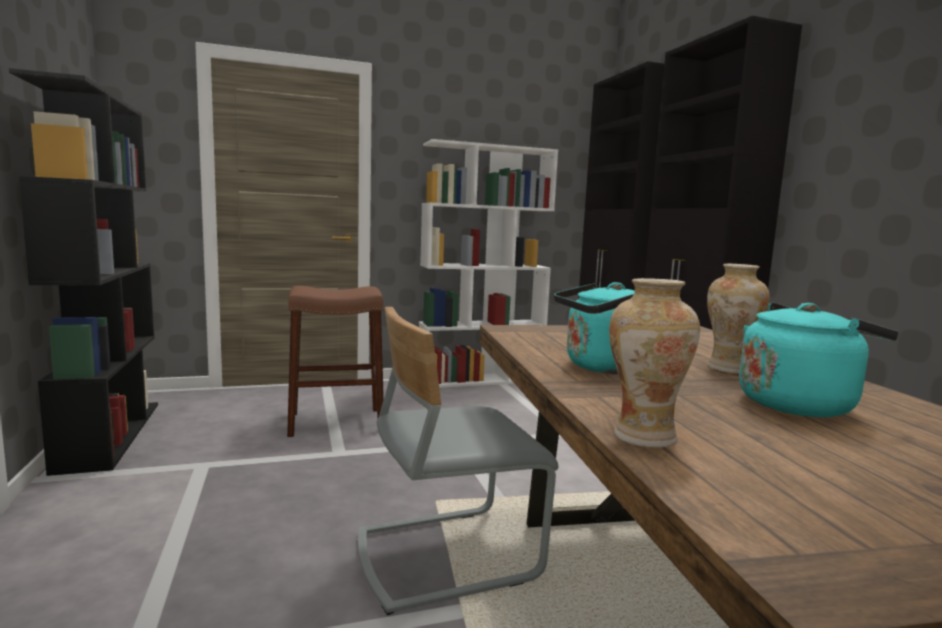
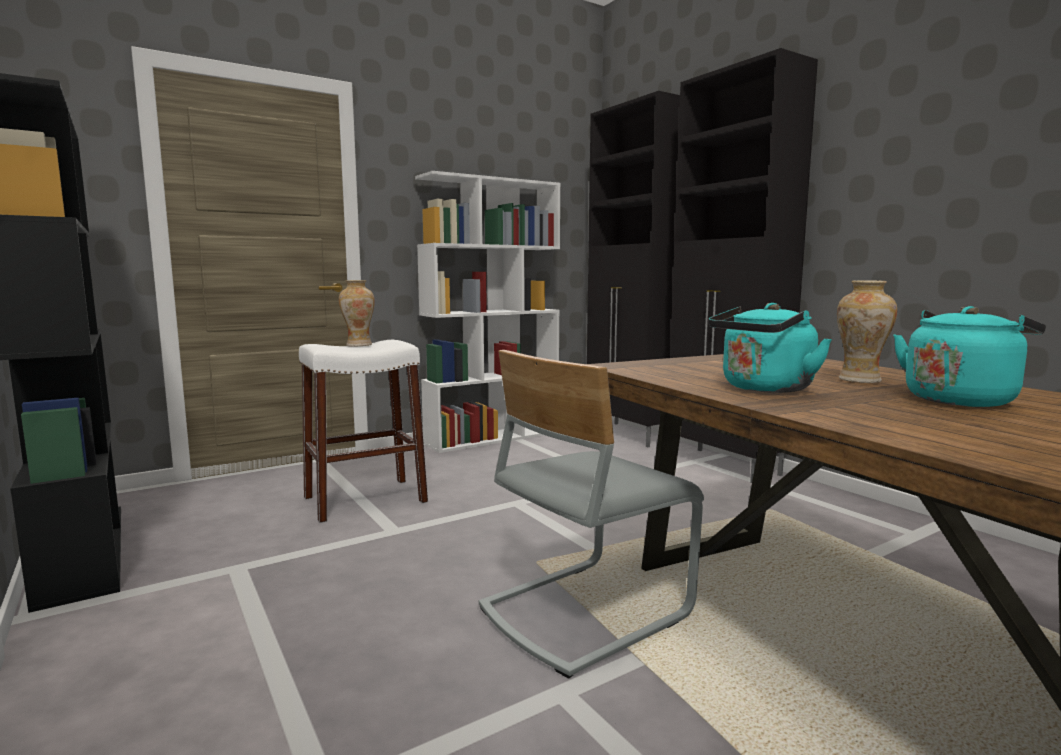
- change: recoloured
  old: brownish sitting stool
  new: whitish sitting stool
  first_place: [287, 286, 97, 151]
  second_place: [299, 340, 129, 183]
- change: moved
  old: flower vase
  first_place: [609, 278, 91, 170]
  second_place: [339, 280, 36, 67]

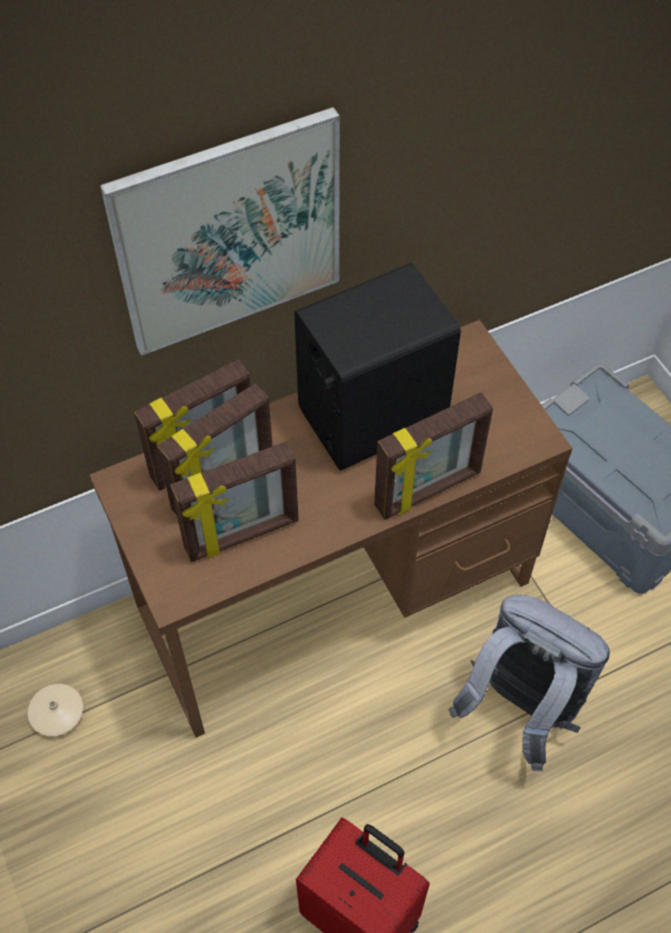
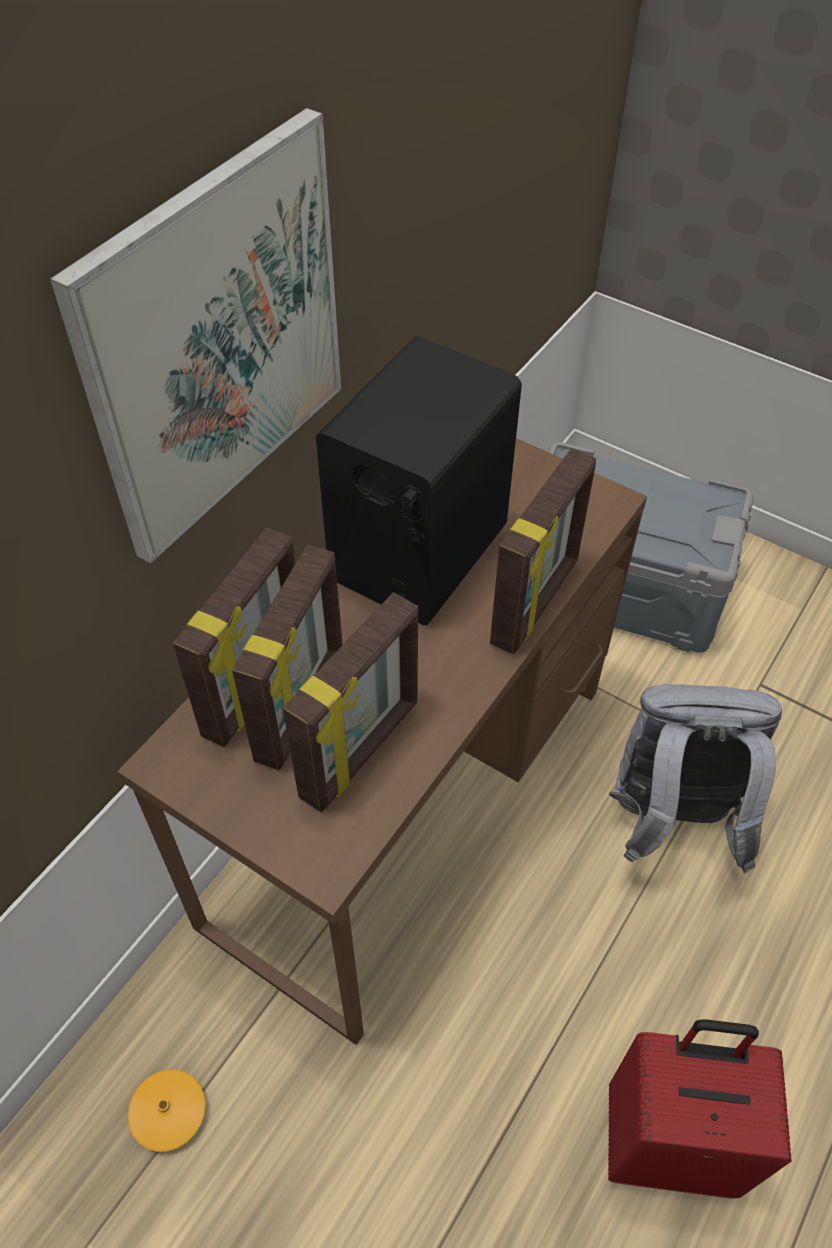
- change: recoloured
  old: beige-coloured flower vase
  new: orange flower vase
  first_place: [27, 684, 56, 52]
  second_place: [128, 1069, 77, 83]

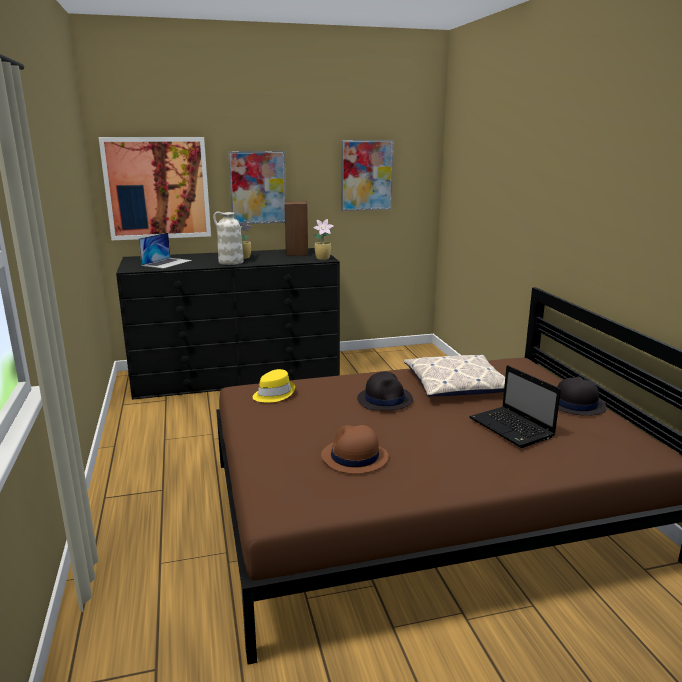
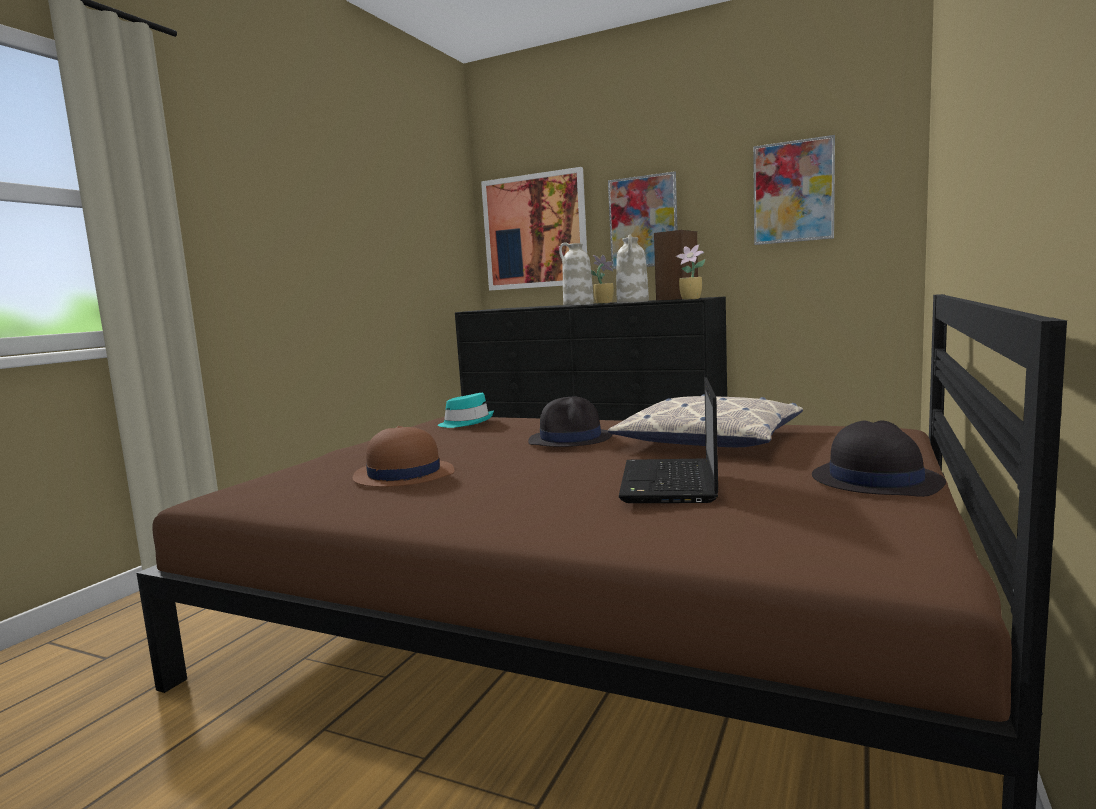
- change: removed
  old: notebook computer
  first_place: [139, 233, 53, 35]
- change: recoloured
  old: yellowish wearable hat
  new: blue-green wearable hat
  first_place: [253, 369, 42, 33]
  second_place: [438, 393, 56, 35]
- change: added
  new: whitish flower vase
  second_place: [616, 235, 33, 68]

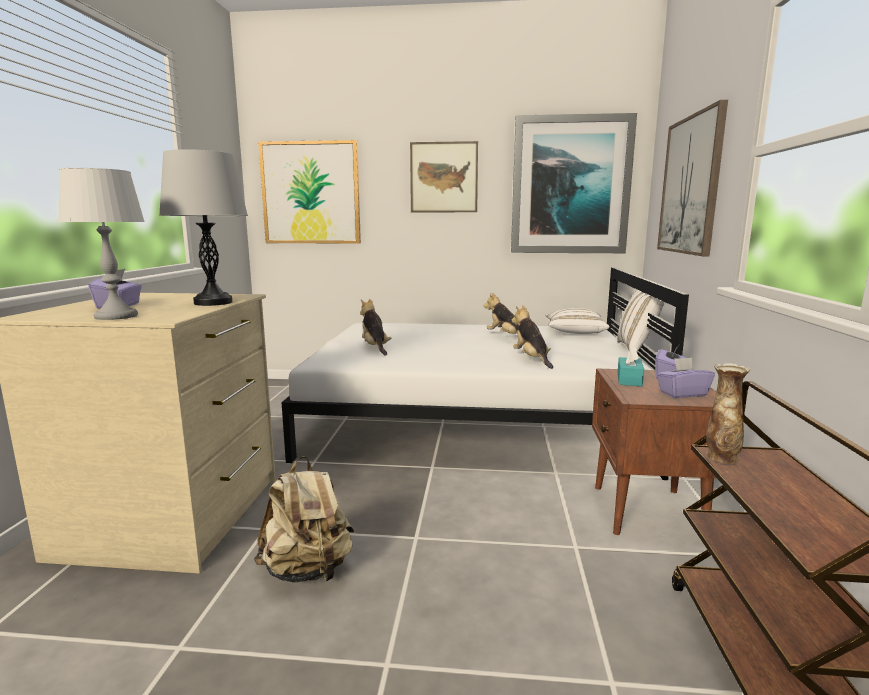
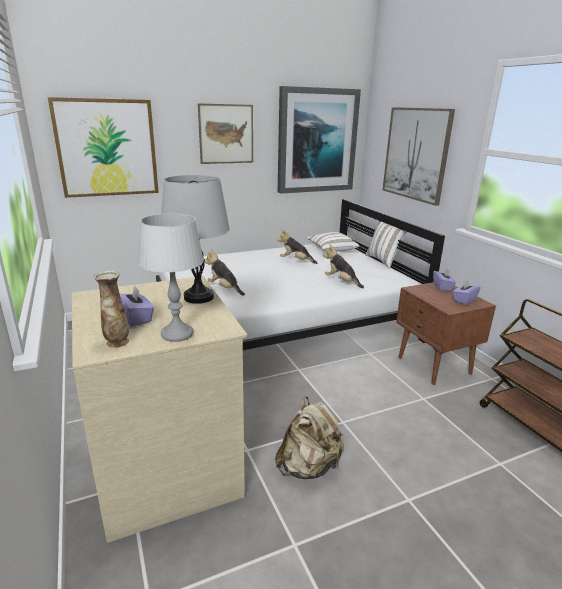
- change: removed
  old: blue-green tissue box
  first_place: [617, 346, 27, 41]
- change: moved
  old: flower vase
  first_place: [706, 363, 45, 101]
  second_place: [93, 270, 36, 78]

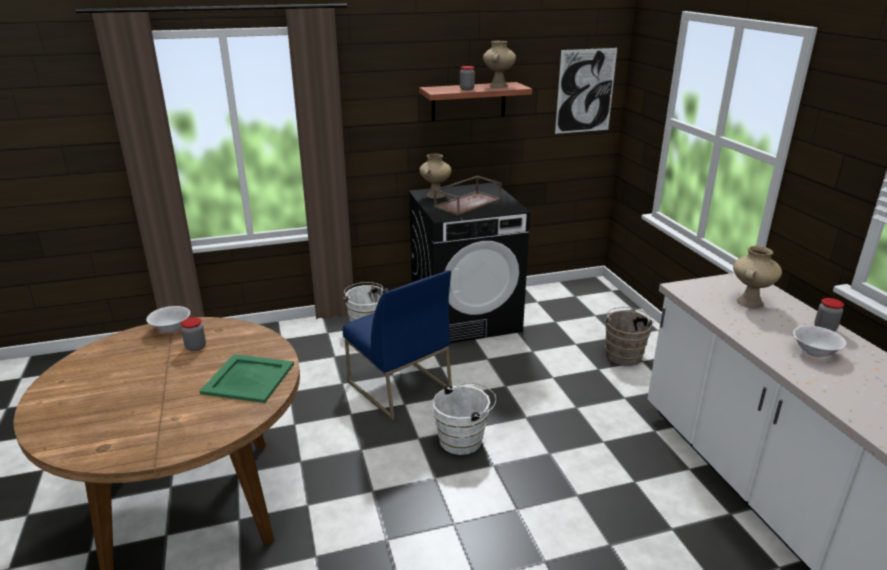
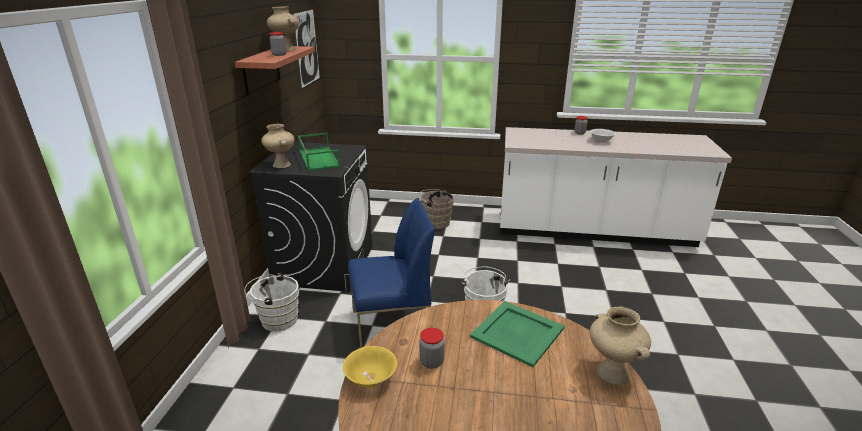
- change: recoloured
  old: whitish deep dish
  new: yellowish deep dish
  first_place: [146, 306, 44, 27]
  second_place: [343, 346, 54, 42]
- change: recoloured
  old: brownish tray
  new: green-coloured tray
  first_place: [434, 176, 68, 39]
  second_place: [298, 133, 42, 38]
- change: moved
  old: beige-coloured flower vase
  first_place: [733, 246, 49, 63]
  second_place: [590, 306, 61, 79]

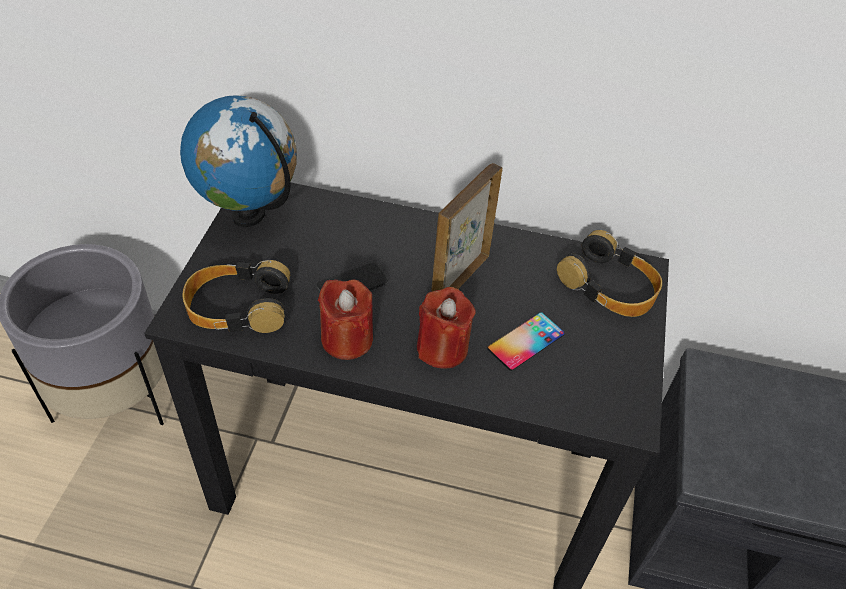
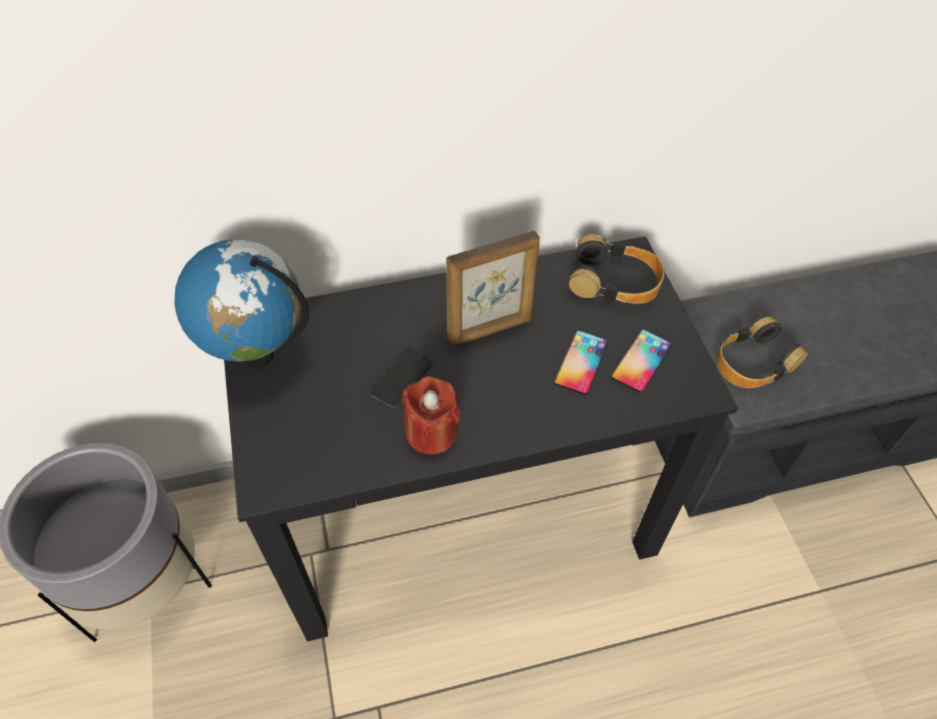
- change: moved
  old: headset
  first_place: [182, 260, 108, 73]
  second_place: [717, 317, 91, 71]
- change: removed
  old: red wax light
  first_place: [417, 287, 59, 82]
- change: turned
  old: standing frame
  first_place: [431, 163, 71, 129]
  second_place: [446, 231, 94, 115]
  degrees: -120
- change: added
  new: phone
  second_place: [611, 329, 61, 64]

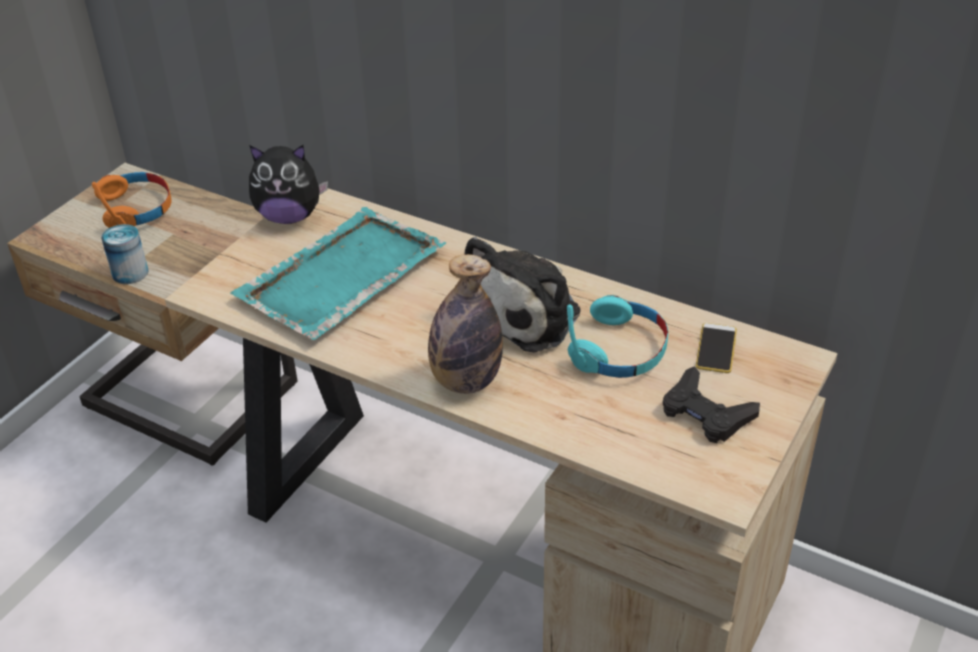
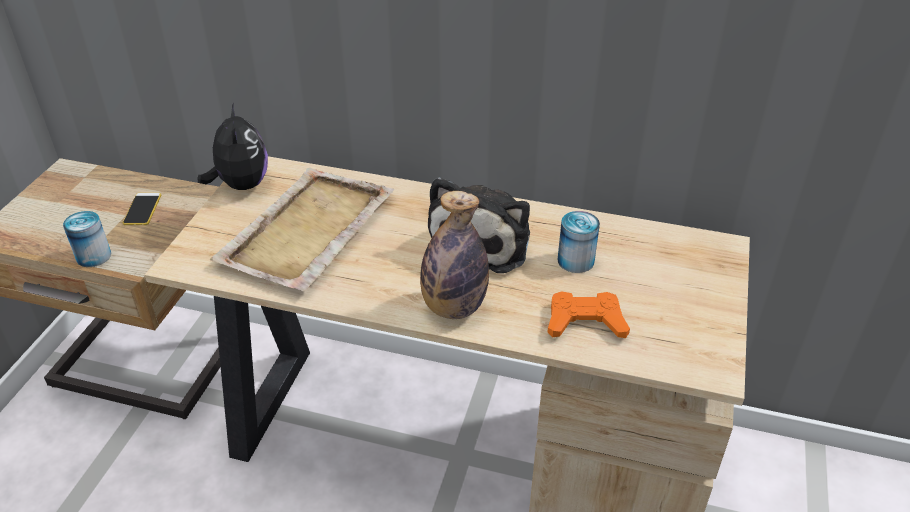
- change: removed
  old: orange headset
  first_place: [92, 172, 80, 56]
- change: recoloured
  old: blue-green tray
  new: beige-coloured tray
  first_place: [230, 207, 216, 133]
  second_place: [210, 168, 184, 123]
- change: turned
  old: soft toy
  first_place: [249, 145, 79, 79]
  second_place: [197, 103, 71, 87]
  degrees: -90
- change: replaced
  old: blue-green headset
  new: metal can
  first_place: [567, 295, 101, 83]
  second_place: [558, 211, 42, 62]
- change: removed
  old: black-coloured gamepad
  first_place: [663, 366, 97, 77]
- change: moved
  old: phone
  first_place: [696, 323, 41, 50]
  second_place: [122, 193, 39, 32]
- change: added
  new: orange gamepad
  second_place: [548, 291, 82, 47]

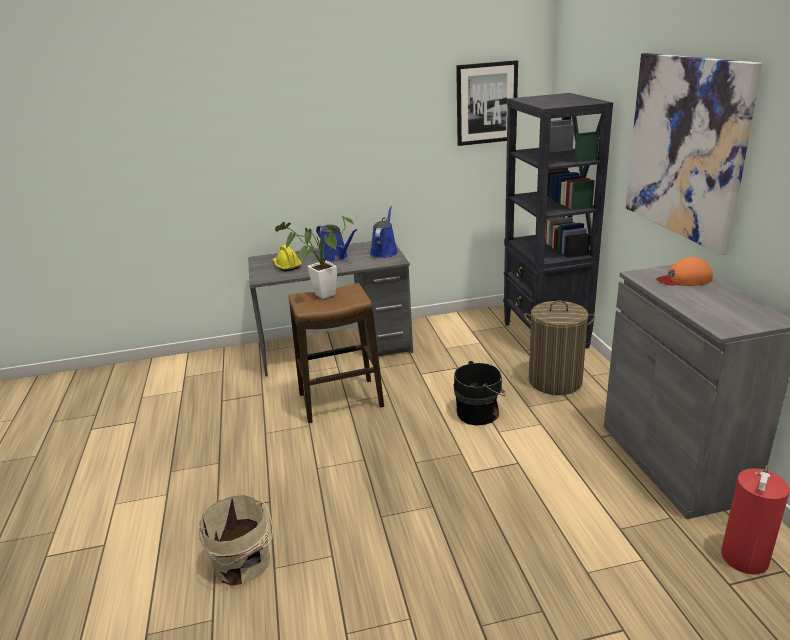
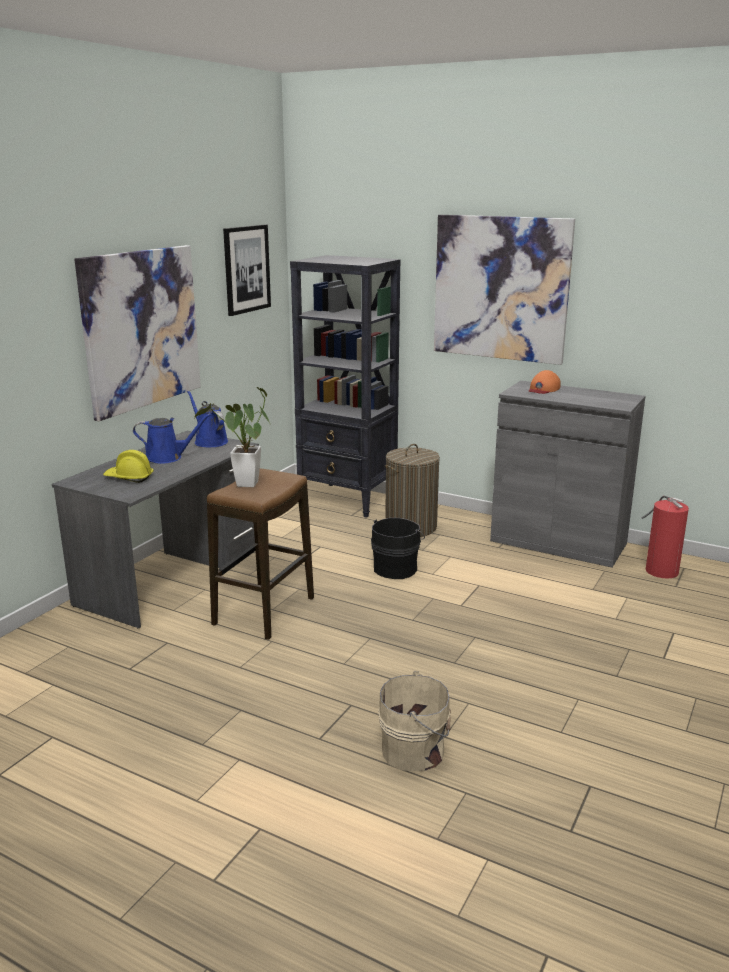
- change: added
  new: wall art
  second_place: [74, 245, 127, 176]

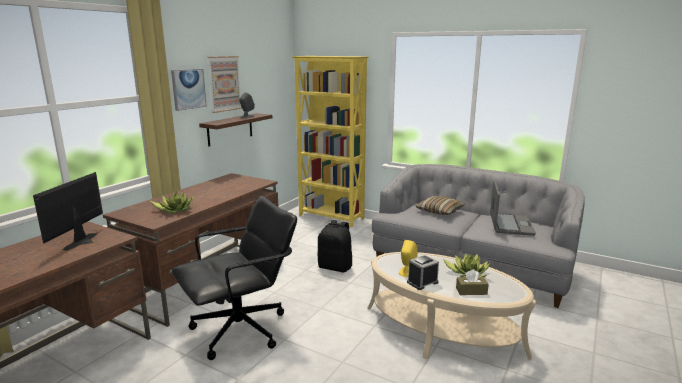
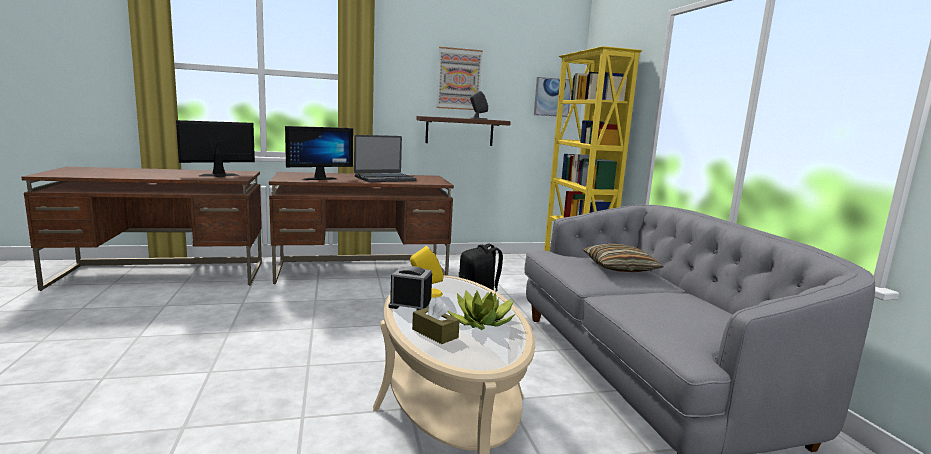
- change: replaced
  old: plant in a pot
  new: monitor
  first_place: [150, 191, 43, 23]
  second_place: [285, 126, 68, 54]
- change: moved
  old: wall art
  first_place: [171, 69, 36, 42]
  second_place: [534, 77, 37, 40]
- change: removed
  old: black-coloured desk chair
  first_place: [172, 196, 125, 164]
- change: moved
  old: notebook computer
  first_place: [490, 180, 46, 56]
  second_place: [354, 135, 63, 47]

